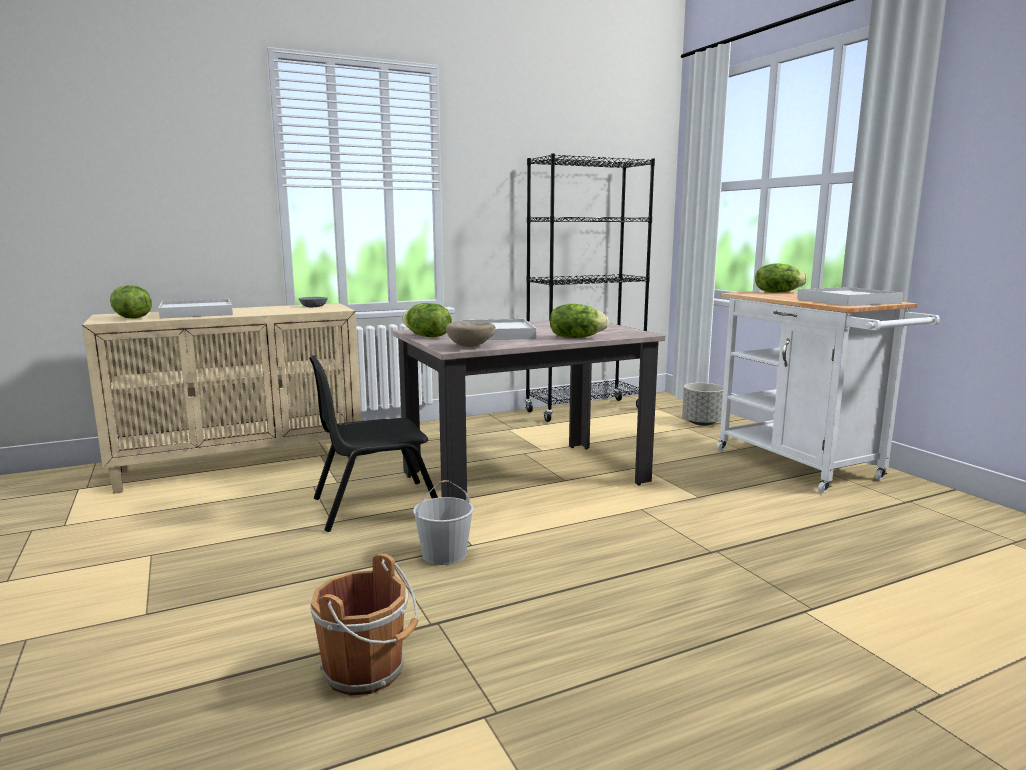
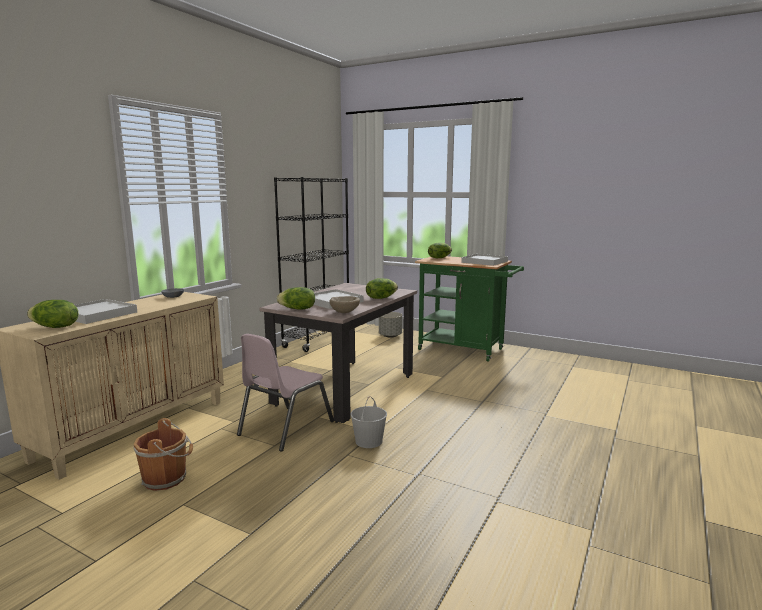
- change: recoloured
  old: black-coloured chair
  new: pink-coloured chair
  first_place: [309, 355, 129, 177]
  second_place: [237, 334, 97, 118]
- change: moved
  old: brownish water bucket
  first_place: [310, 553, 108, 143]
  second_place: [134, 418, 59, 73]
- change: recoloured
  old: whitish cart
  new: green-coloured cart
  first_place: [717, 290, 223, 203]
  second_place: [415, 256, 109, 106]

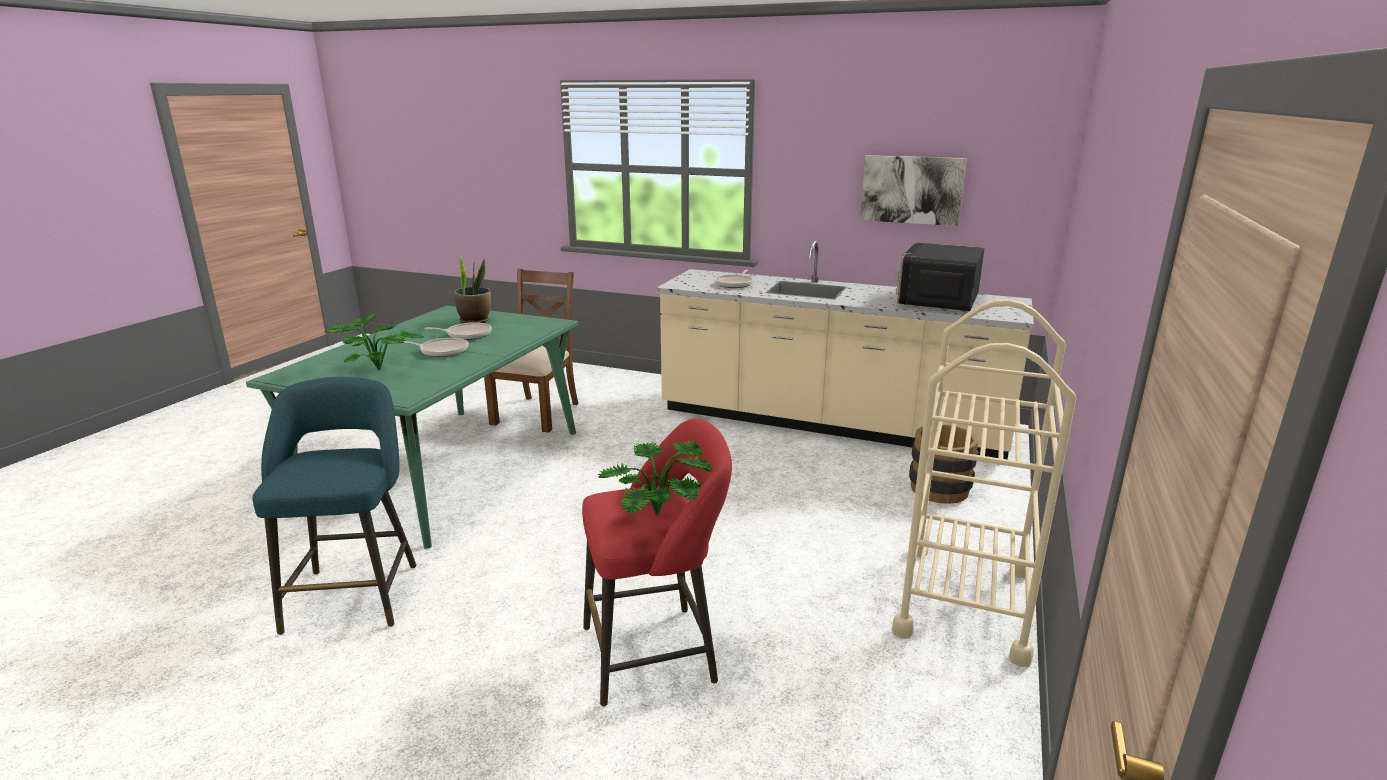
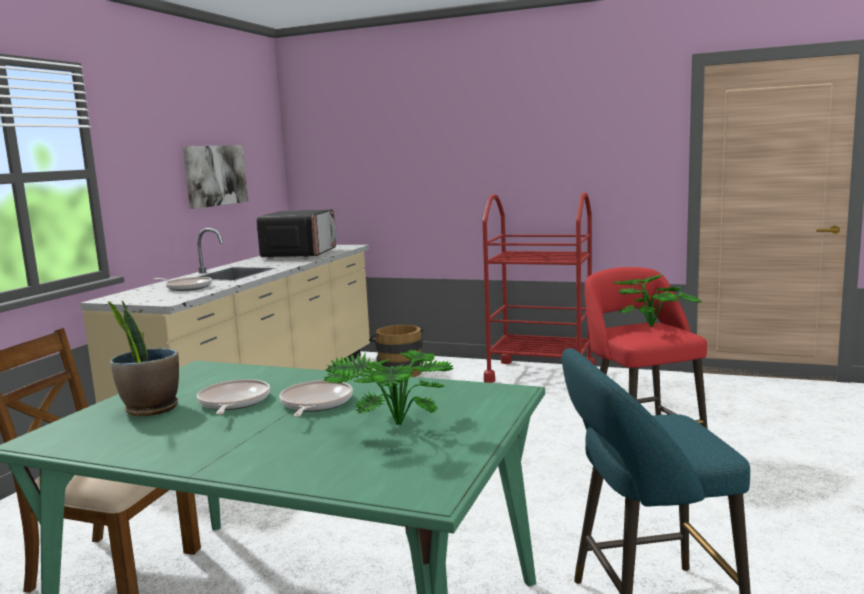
- change: recoloured
  old: beige-coloured cart
  new: red cart
  first_place: [892, 299, 184, 368]
  second_place: [483, 192, 113, 191]
- change: turned
  old: microwave oven
  first_place: [895, 243, 89, 68]
  second_place: [257, 209, 80, 49]
  degrees: -105

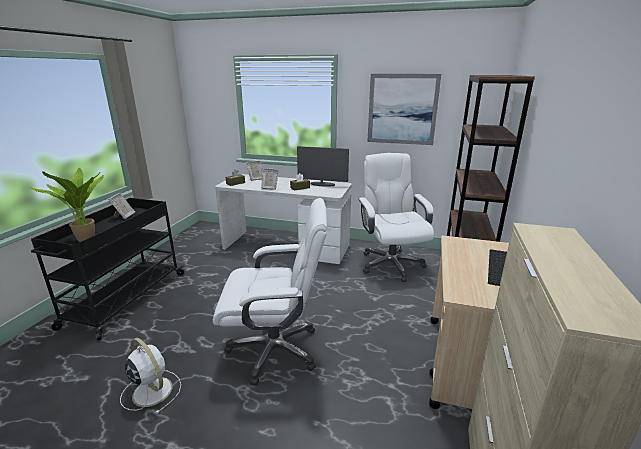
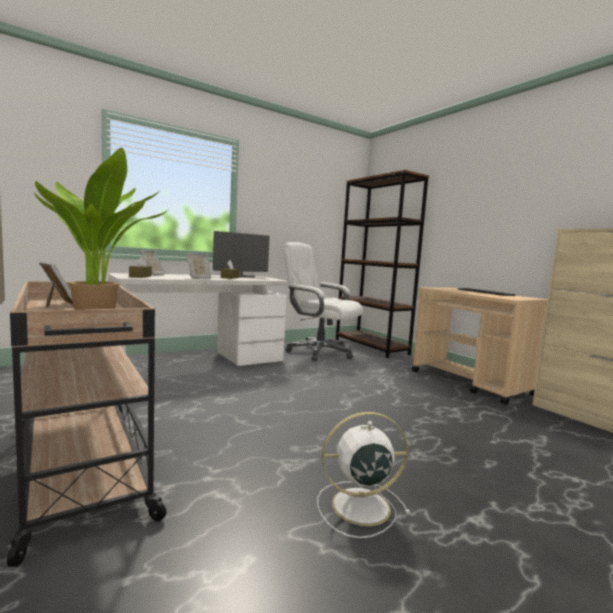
- change: recoloured
  old: black-coloured cart
  new: beige-coloured cart
  first_place: [31, 198, 153, 143]
  second_place: [7, 281, 159, 286]
- change: removed
  old: whitish desk chair
  first_place: [213, 198, 114, 188]
- change: removed
  old: wall art
  first_place: [367, 74, 74, 71]

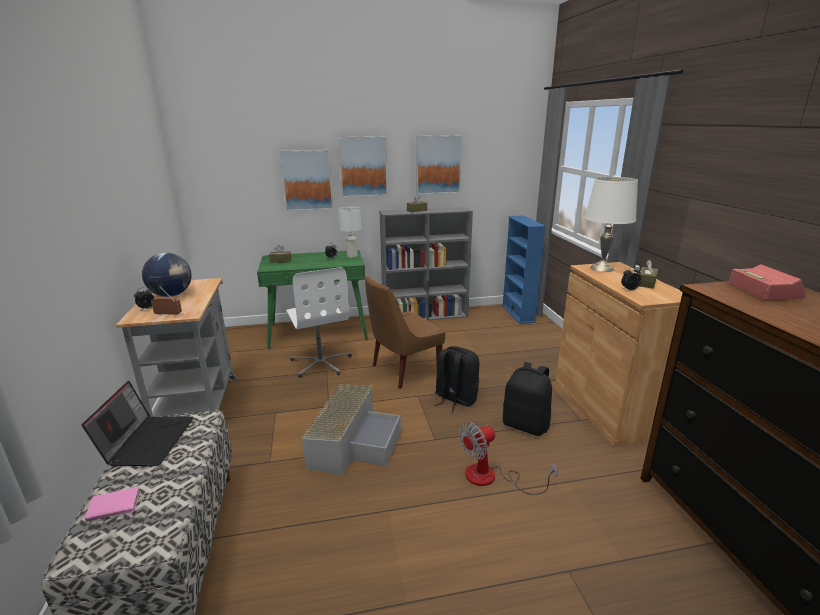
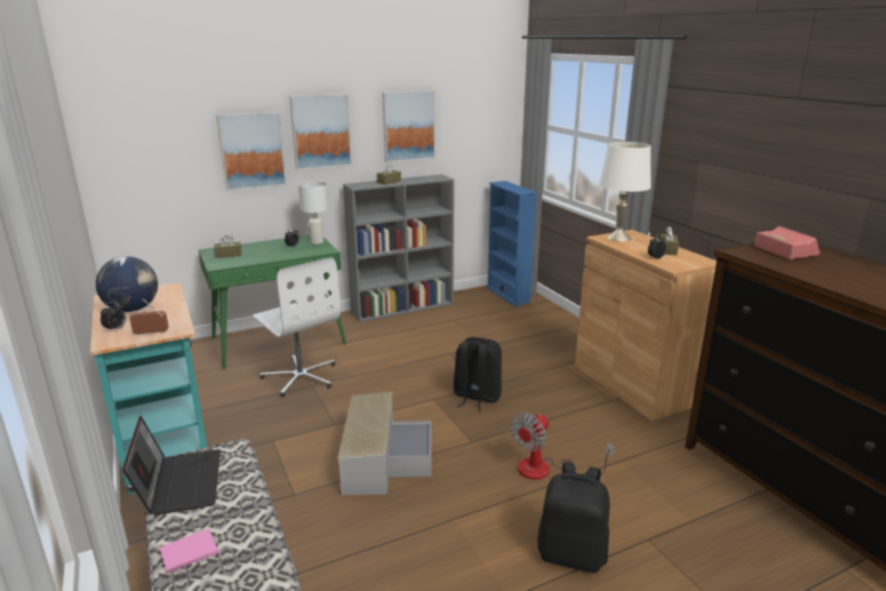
- change: recoloured
  old: grey cart
  new: blue-green cart
  first_place: [116, 278, 121, 139]
  second_place: [90, 282, 117, 212]
- change: removed
  old: brownish chair
  first_place: [365, 276, 80, 113]
- change: moved
  old: black-coloured rucksack
  first_place: [503, 362, 49, 74]
  second_place: [537, 462, 73, 111]

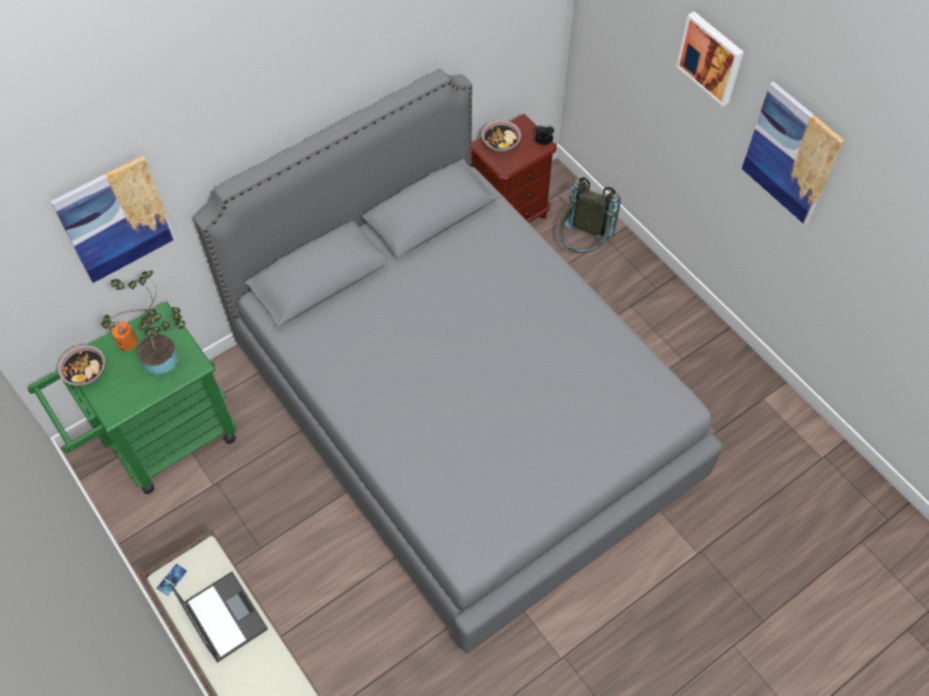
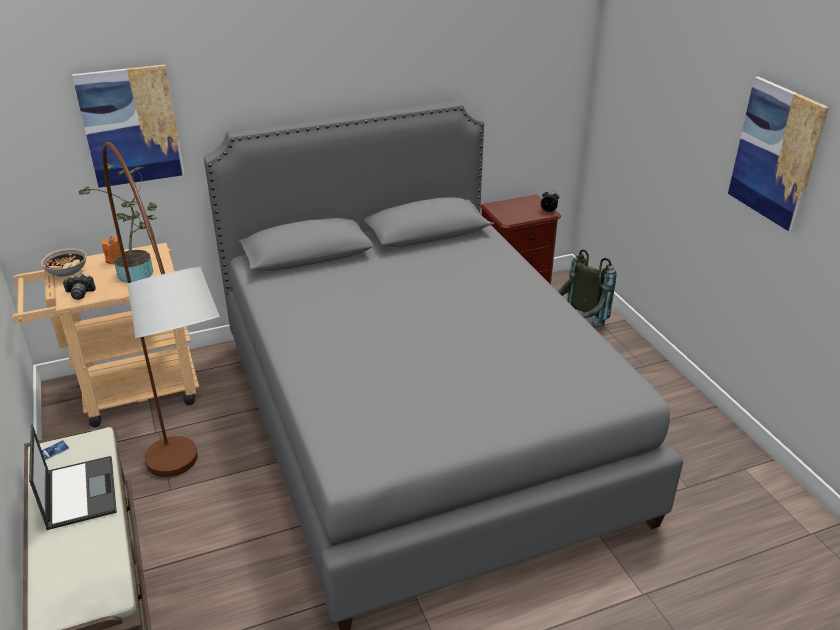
- change: recoloured
  old: green-coloured cart
  new: beige-coloured cart
  first_place: [28, 301, 209, 193]
  second_place: [12, 243, 187, 184]
- change: removed
  old: deep dish
  first_place: [482, 120, 39, 32]
- change: removed
  old: wall art
  first_place: [676, 11, 68, 96]
- change: added
  new: photo camera
  second_place: [62, 273, 34, 27]
- change: added
  new: brownish standing lamp
  second_place: [102, 142, 118, 335]

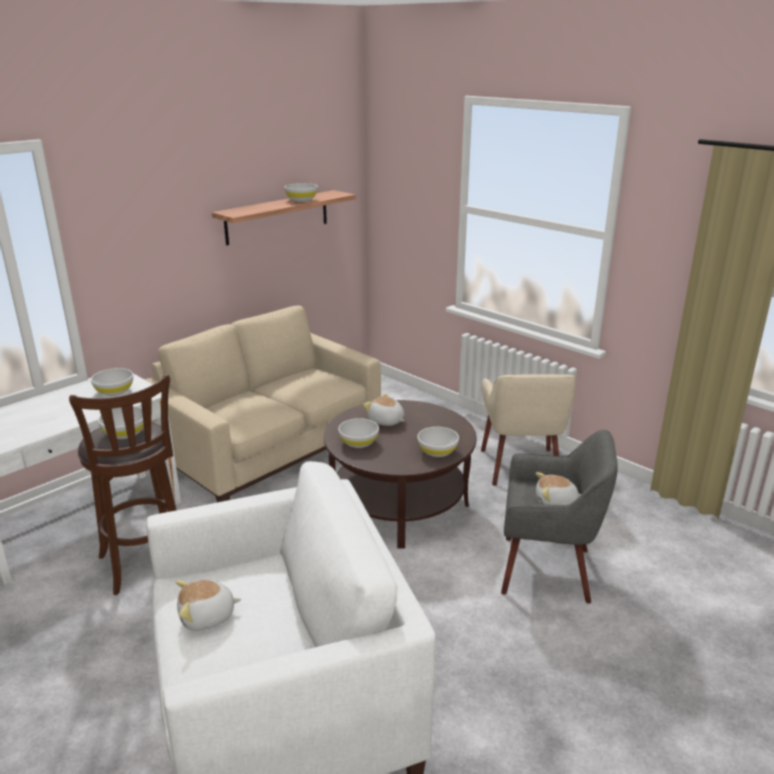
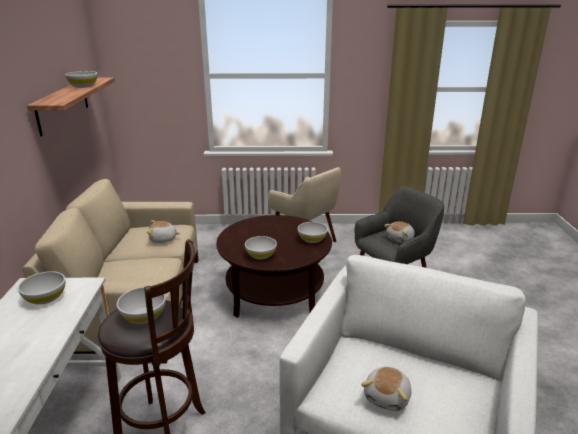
- change: moved
  old: soft toy
  first_place: [363, 393, 41, 33]
  second_place: [147, 220, 33, 23]

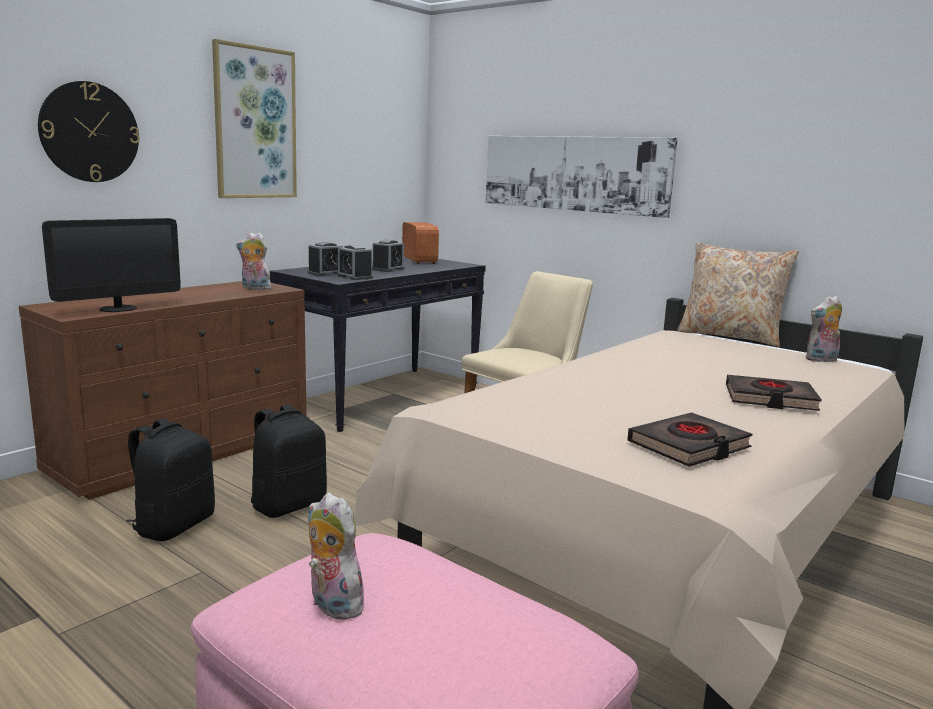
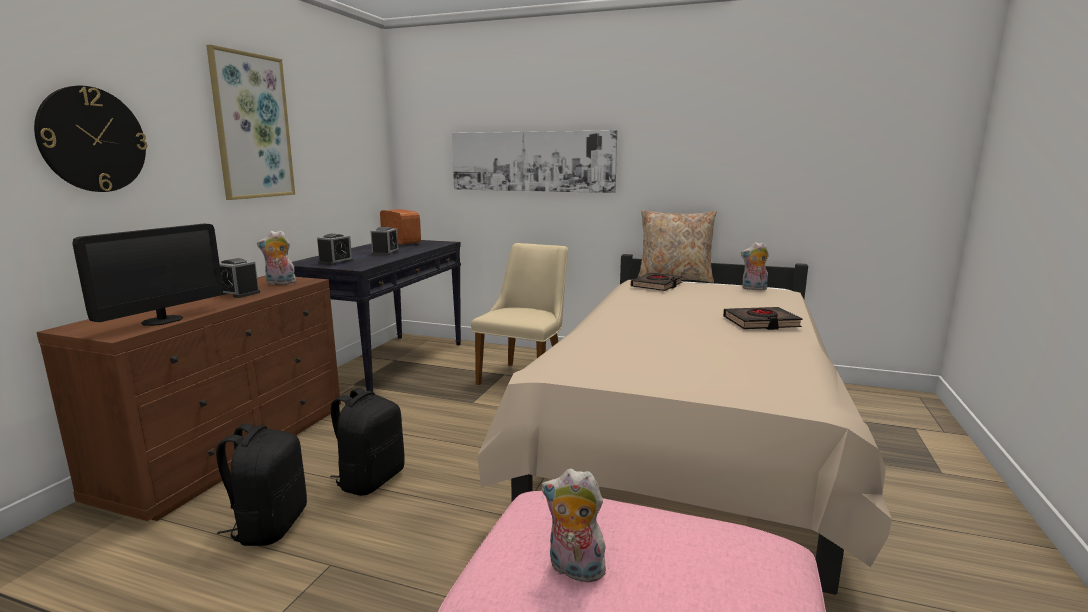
- change: moved
  old: alarm clock
  first_place: [337, 245, 36, 35]
  second_place: [219, 258, 41, 40]
- change: moved
  old: black-coloured bound book
  first_place: [627, 413, 125, 54]
  second_place: [631, 273, 51, 18]
- change: turned
  old: soft toy
  first_place: [806, 296, 36, 67]
  second_place: [741, 242, 28, 48]
  degrees: 45

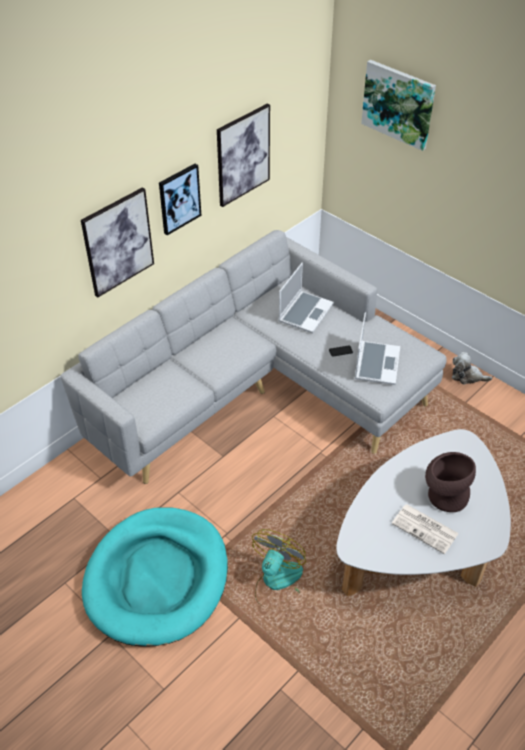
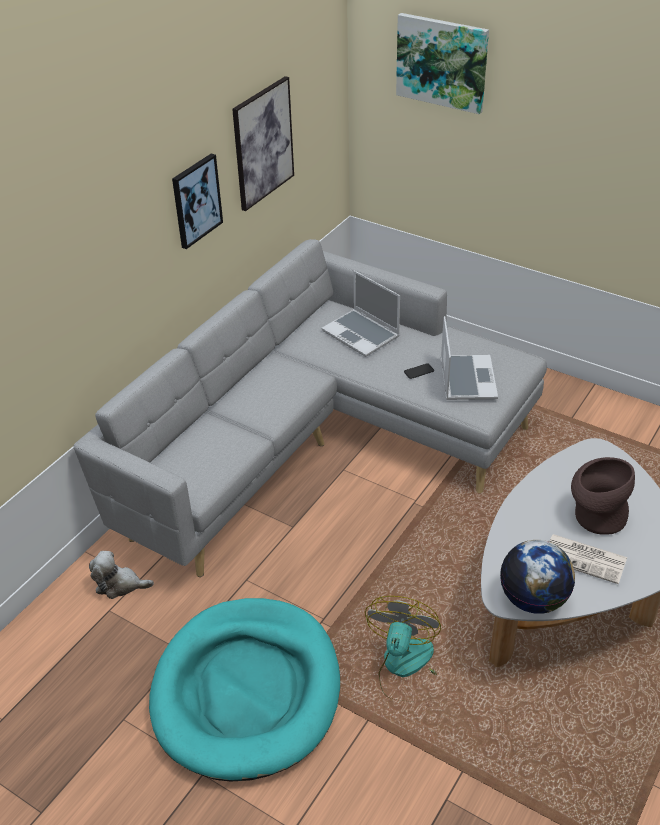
- change: removed
  old: wall art
  first_place: [81, 187, 73, 111]
- change: turned
  old: notebook computer
  first_place: [278, 262, 56, 71]
  second_place: [322, 271, 78, 86]
  degrees: 120
- change: moved
  old: soft toy
  first_place: [452, 352, 40, 32]
  second_place: [89, 551, 65, 48]
- change: added
  new: world globe
  second_place: [500, 540, 75, 74]

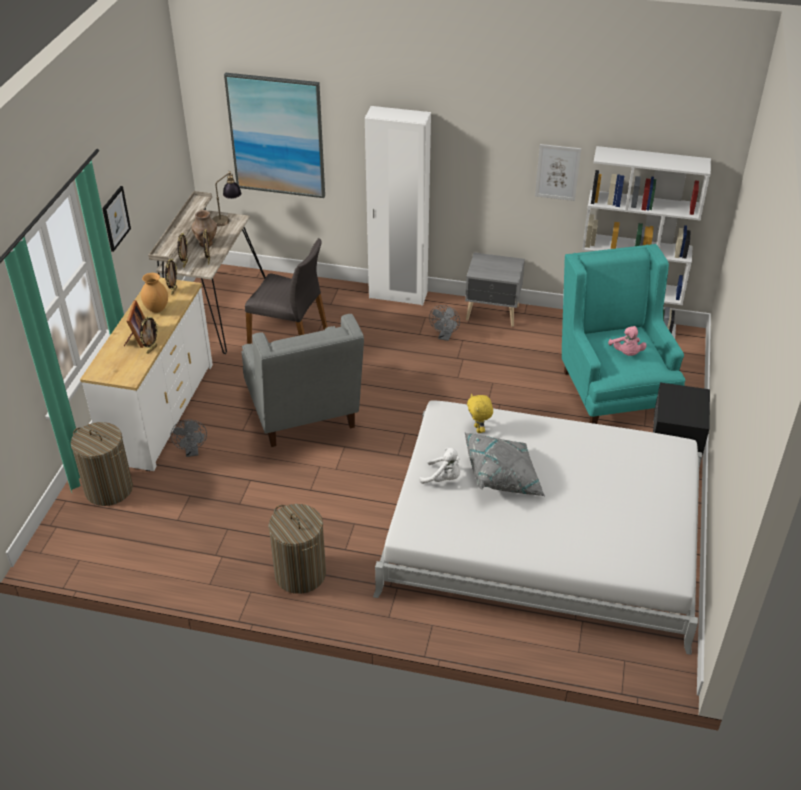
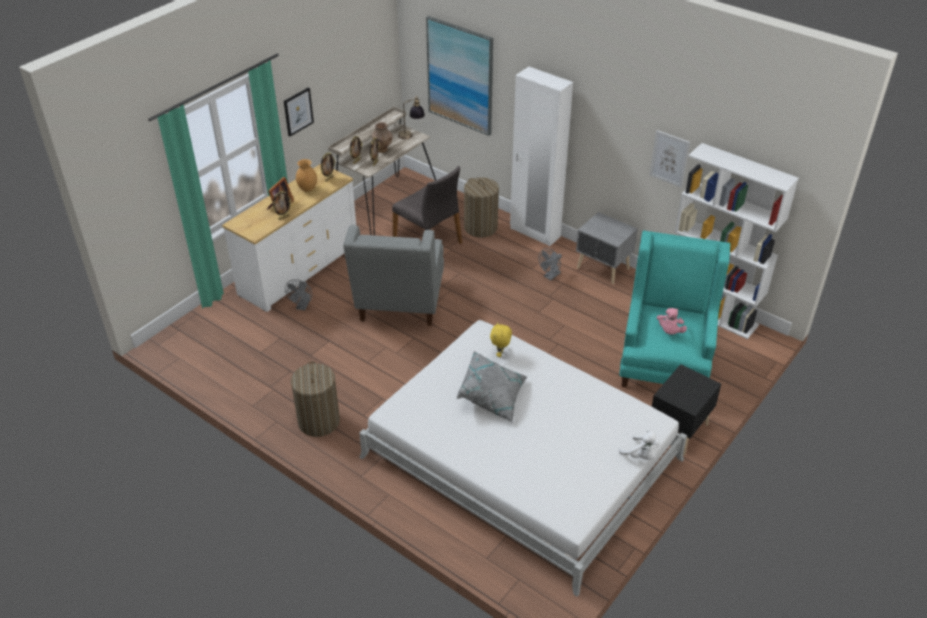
- change: moved
  old: washing basket
  first_place: [71, 422, 62, 84]
  second_place: [464, 177, 35, 61]
- change: moved
  old: whitish soft toy
  first_place: [419, 447, 41, 37]
  second_place: [619, 430, 41, 30]

